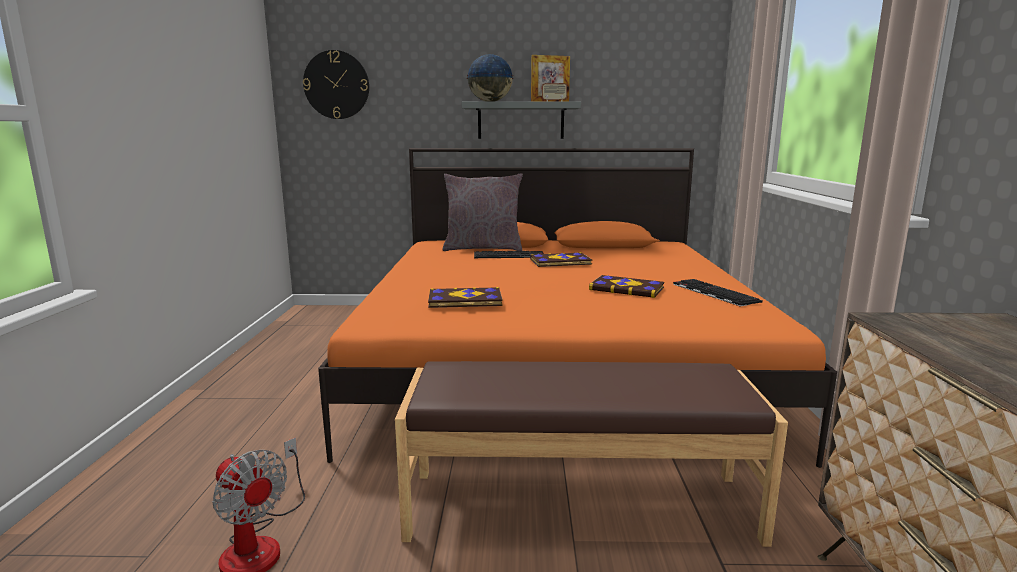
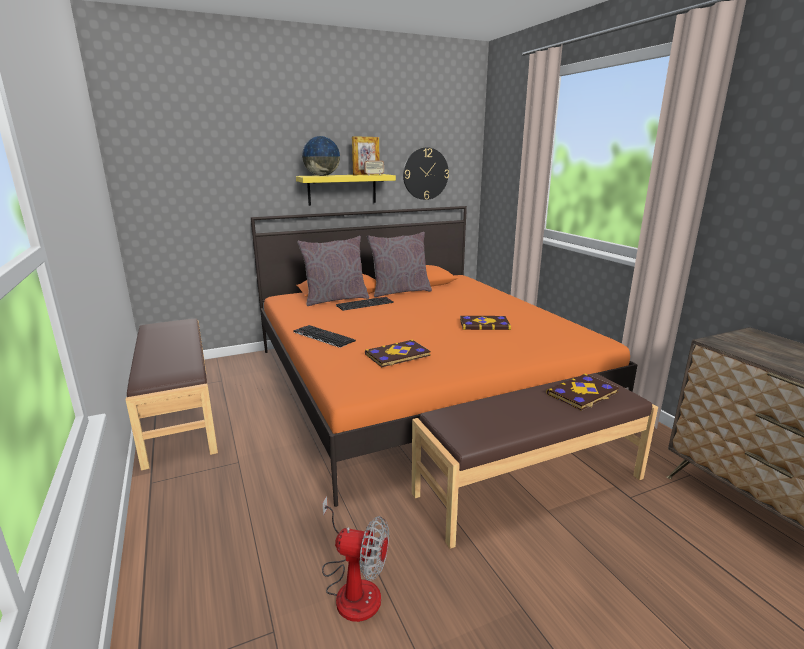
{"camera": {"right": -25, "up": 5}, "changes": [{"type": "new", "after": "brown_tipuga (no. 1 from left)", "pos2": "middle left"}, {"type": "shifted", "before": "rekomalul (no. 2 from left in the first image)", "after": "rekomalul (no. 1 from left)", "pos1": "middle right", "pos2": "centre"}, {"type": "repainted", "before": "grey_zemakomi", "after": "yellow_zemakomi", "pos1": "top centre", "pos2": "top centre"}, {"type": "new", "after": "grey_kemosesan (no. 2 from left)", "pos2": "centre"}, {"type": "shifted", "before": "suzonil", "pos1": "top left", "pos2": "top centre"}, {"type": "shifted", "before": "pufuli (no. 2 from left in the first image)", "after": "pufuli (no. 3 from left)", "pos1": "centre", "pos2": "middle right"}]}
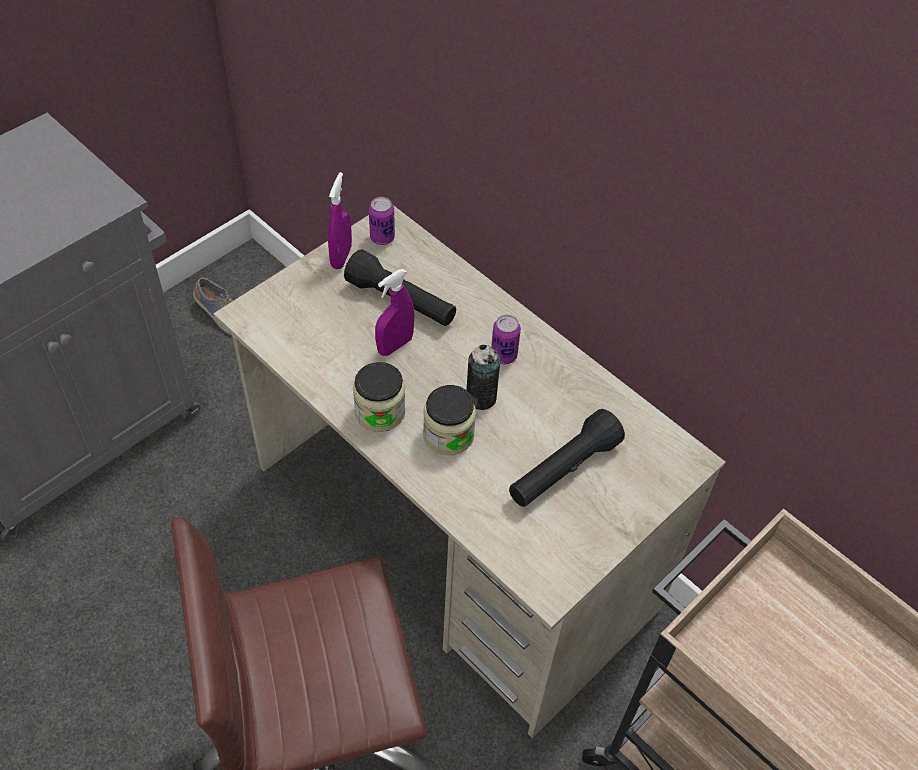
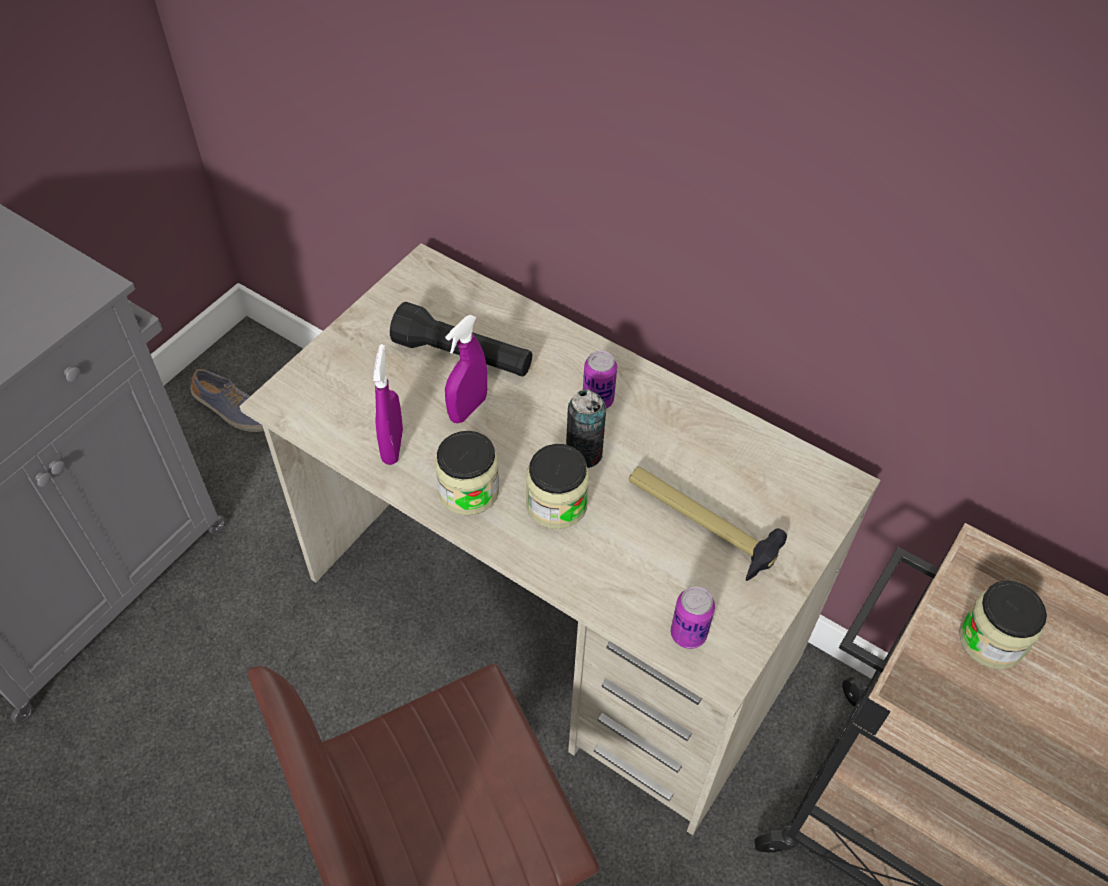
{"camera": {"right": -10, "up": 0}, "changes": [{"type": "shifted", "before": "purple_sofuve (no. 1 from left)", "pos1": "top centre", "pos2": "centre"}, {"type": "swapped", "before": "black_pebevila (no. 2 from left)", "after": "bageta", "pos1": "centre", "pos2": "centre"}, {"type": "shifted", "before": "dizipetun (no. 1 from left in the first image)", "after": "dizipetun (no. 3 from left)", "pos1": "top centre", "pos2": "bottom centre"}, {"type": "new", "after": "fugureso (no. 3 from left)", "pos2": "bottom right"}]}
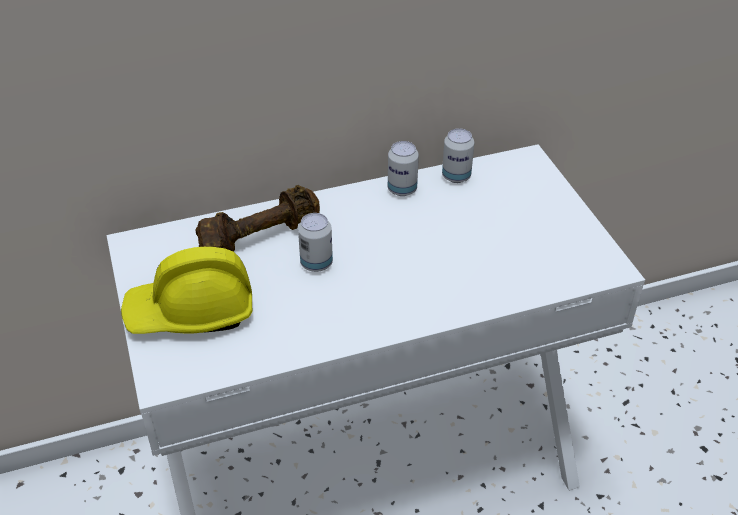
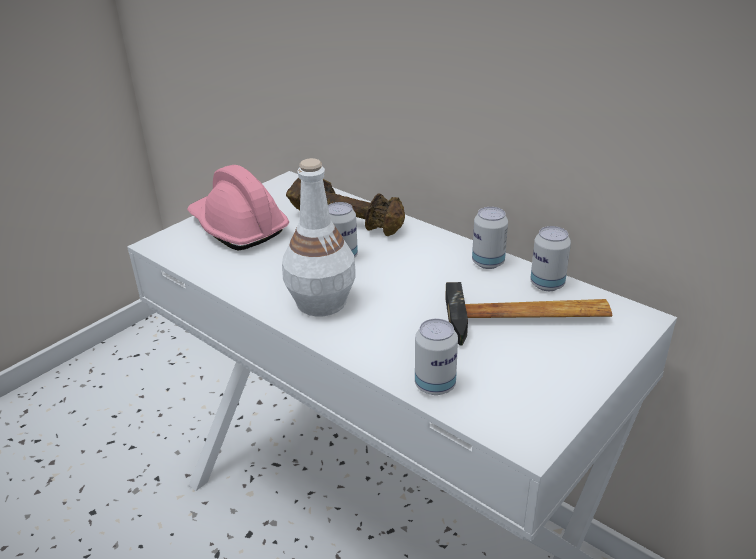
{"camera": {"right": 60, "up": -10}, "changes": [{"type": "repainted", "before": "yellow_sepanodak", "after": "pink_sepanodak", "pos1": "middle left", "pos2": "middle left"}, {"type": "new", "after": "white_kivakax", "pos2": "centre"}, {"type": "new", "after": "dizipetun (no. 2 from left)", "pos2": "centre"}, {"type": "new", "after": "bageta", "pos2": "middle right"}]}
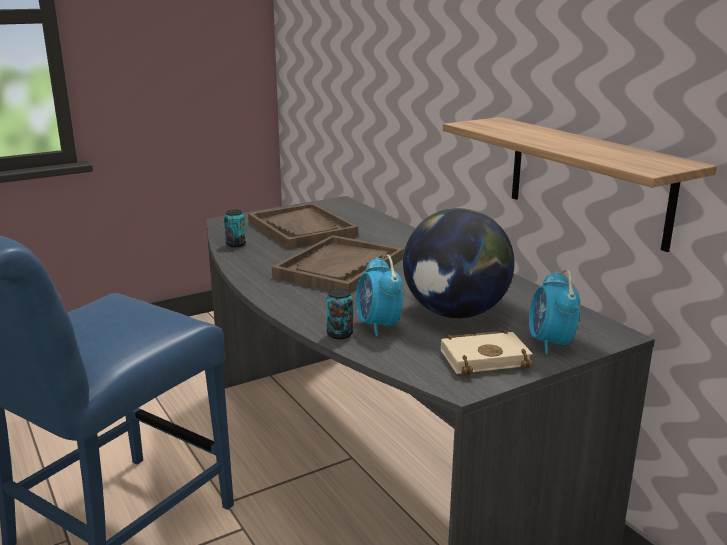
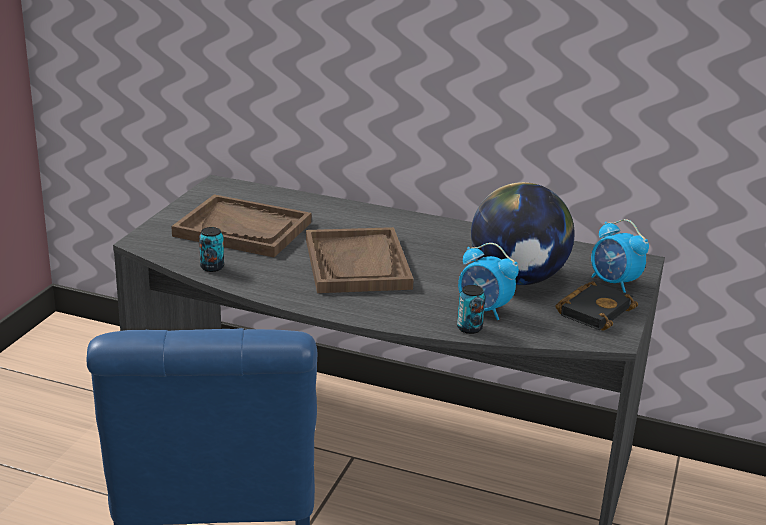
{"camera": {"right": -40, "up": 5}, "changes": [{"type": "repainted", "before": "beige_pufuli", "after": "black_pufuli", "pos1": "middle right", "pos2": "middle right"}, {"type": "gone", "before": "zemakomi", "pos1": "middle right"}]}
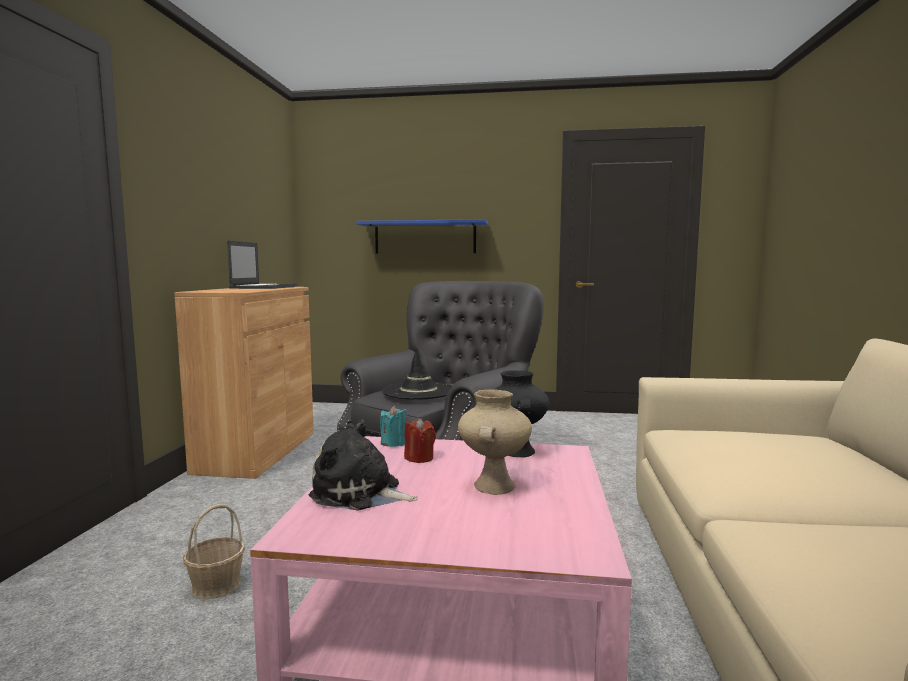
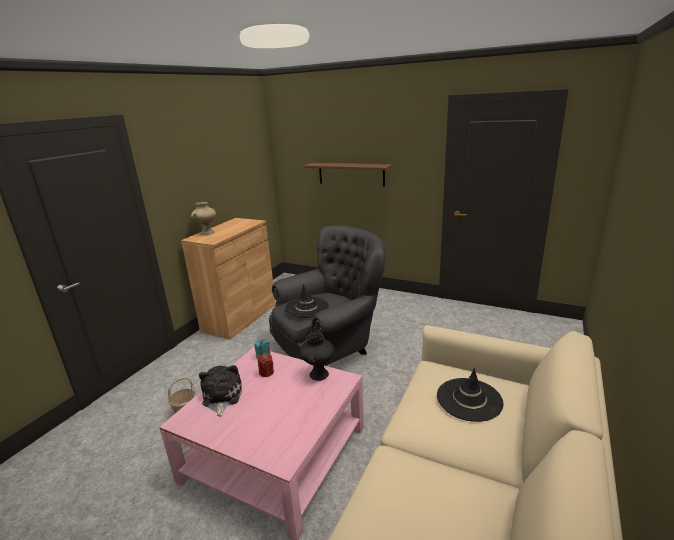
{"camera": {"right": 20, "up": 15}, "changes": [{"type": "shifted", "before": "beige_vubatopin", "pos1": "centre", "pos2": "middle left"}, {"type": "rotated", "before": "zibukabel", "pos1": "bottom centre", "pos2": "bottom left", "turn": 45}, {"type": "repainted", "before": "blue_zemakomi", "after": "brown_zemakomi", "pos1": "centre", "pos2": "top centre"}, {"type": "new", "after": "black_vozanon (no. 2 from left)", "pos2": "bottom right"}, {"type": "gone", "before": "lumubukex", "pos1": "middle left"}]}
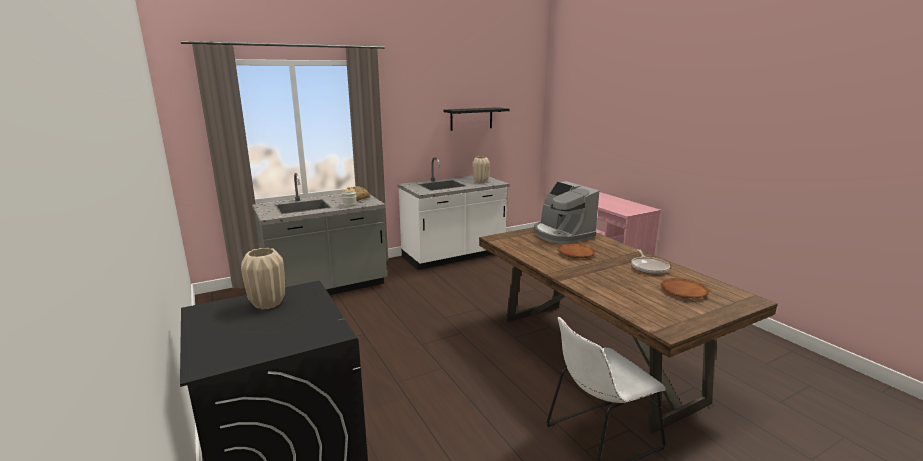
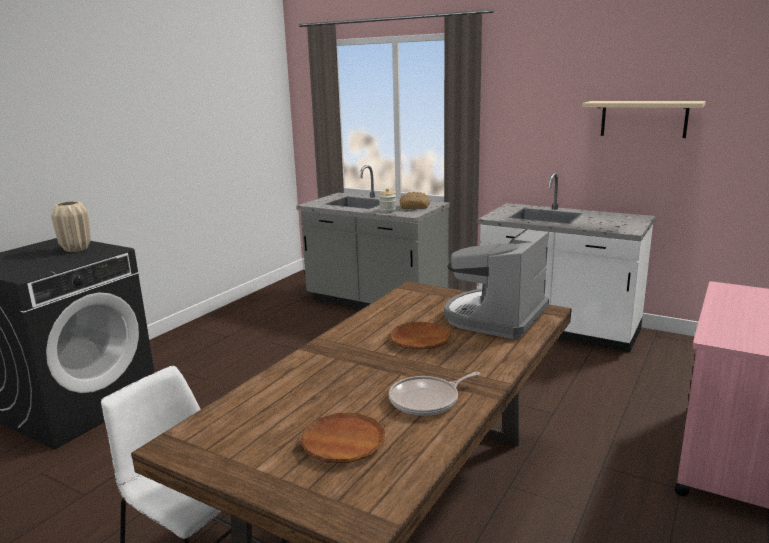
{"camera": {"right": 60, "up": 0}, "changes": [{"type": "repainted", "before": "black_zemakomi", "after": "beige_zemakomi", "pos1": "top centre", "pos2": "top right"}, {"type": "gone", "before": "beige_vubatopin (no. 2 from left)", "pos1": "centre"}]}
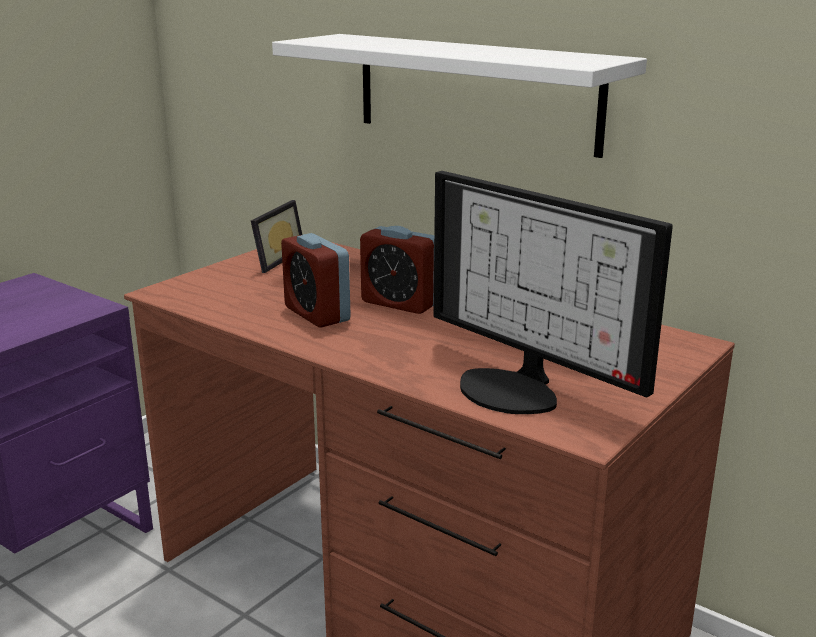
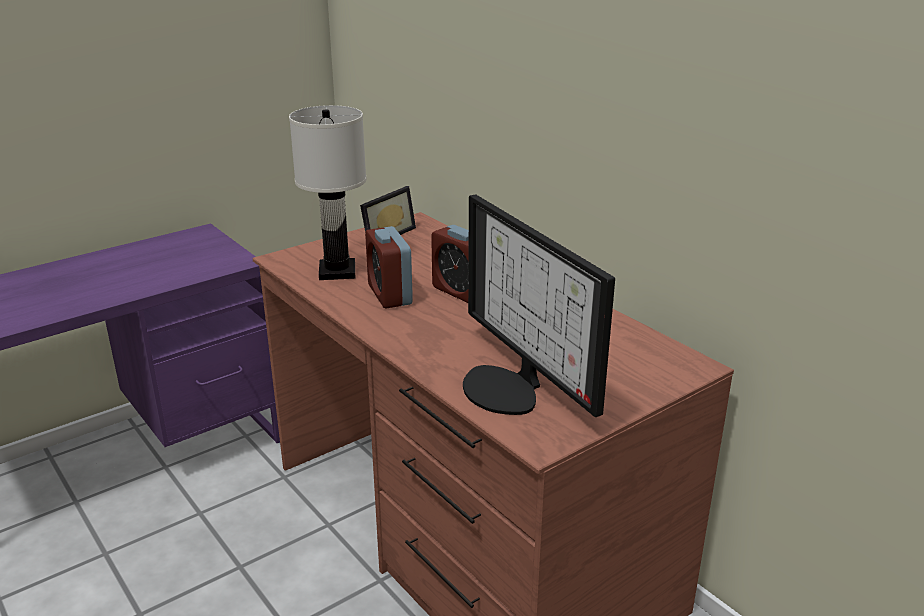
{"camera": {"right": 15, "up": 5}, "changes": [{"type": "new", "after": "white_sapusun", "pos2": "top centre"}, {"type": "gone", "before": "white_zemakomi", "pos1": "top centre"}]}
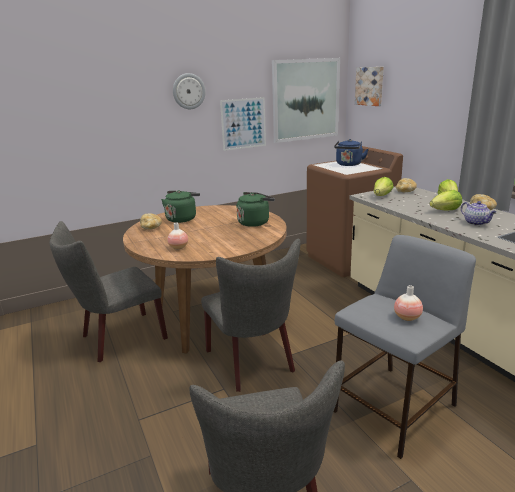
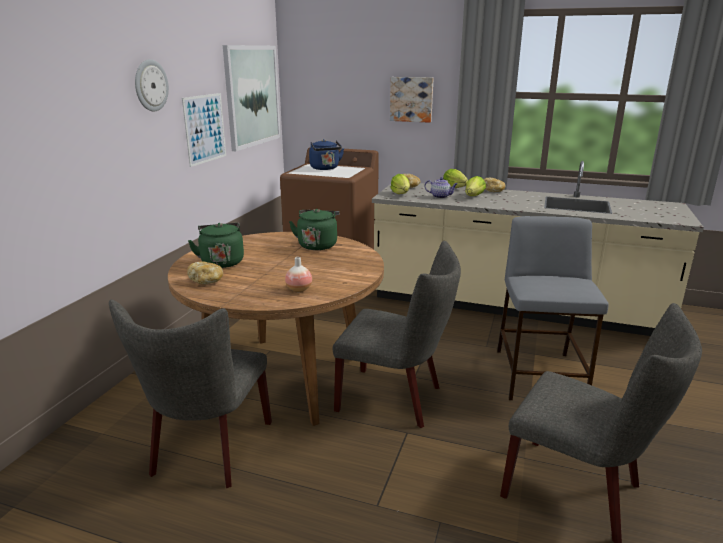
{"camera": {"right": -45, "up": 0}, "changes": [{"type": "shifted", "before": "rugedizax (no. 3 from left)", "pos1": "top right", "pos2": "top centre"}, {"type": "shifted", "before": "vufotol", "pos1": "middle right", "pos2": "centre"}, {"type": "gone", "before": "vubatopin (no. 2 from left)", "pos1": "middle right"}]}
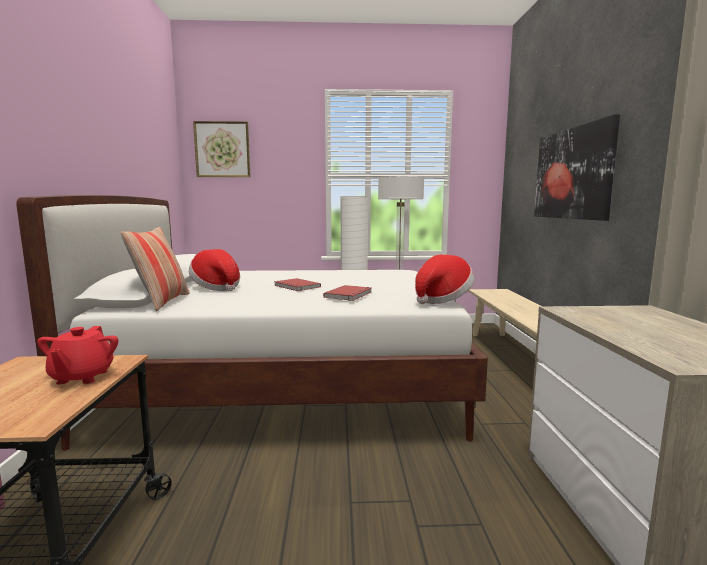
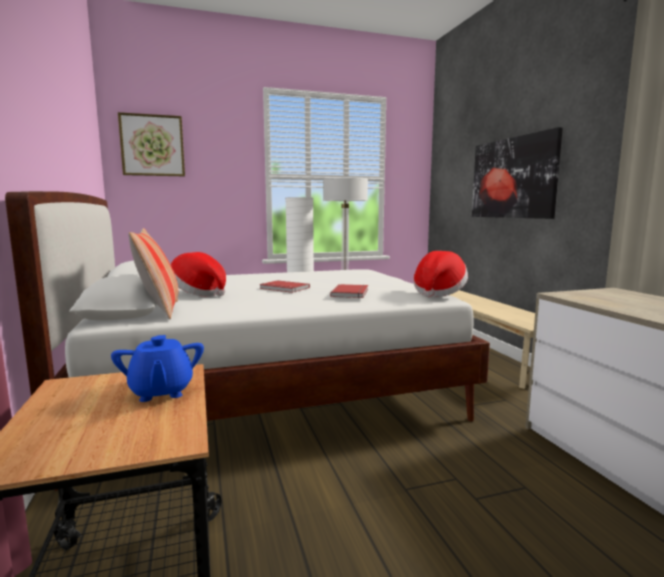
{"camera": {"right": -15, "up": 0}, "changes": [{"type": "repainted", "before": "red_vufotol", "after": "blue_vufotol", "pos1": "middle left", "pos2": "middle left"}]}
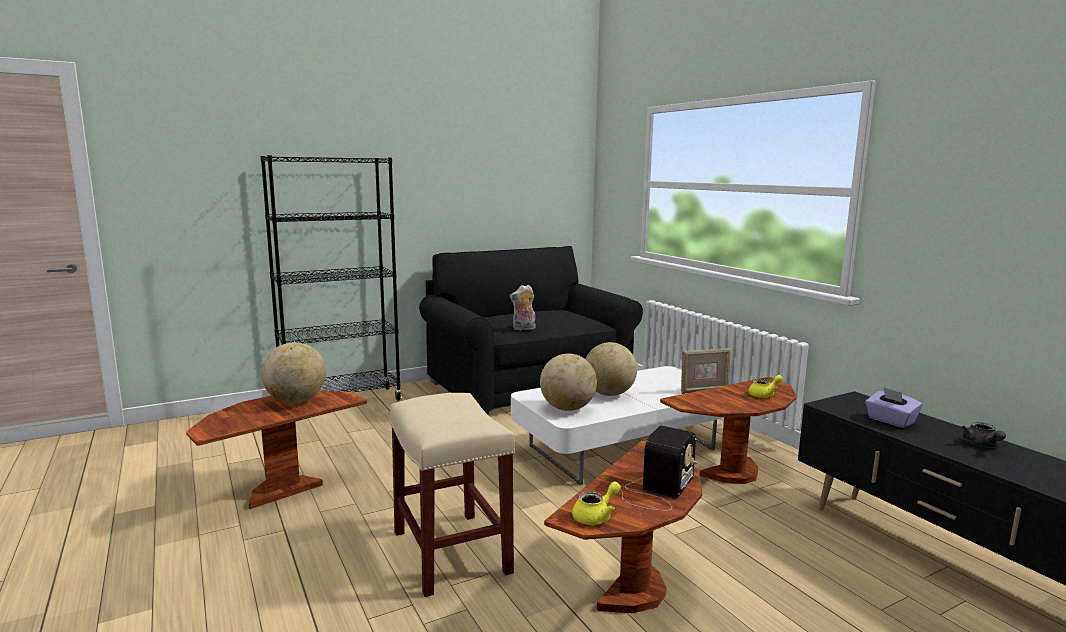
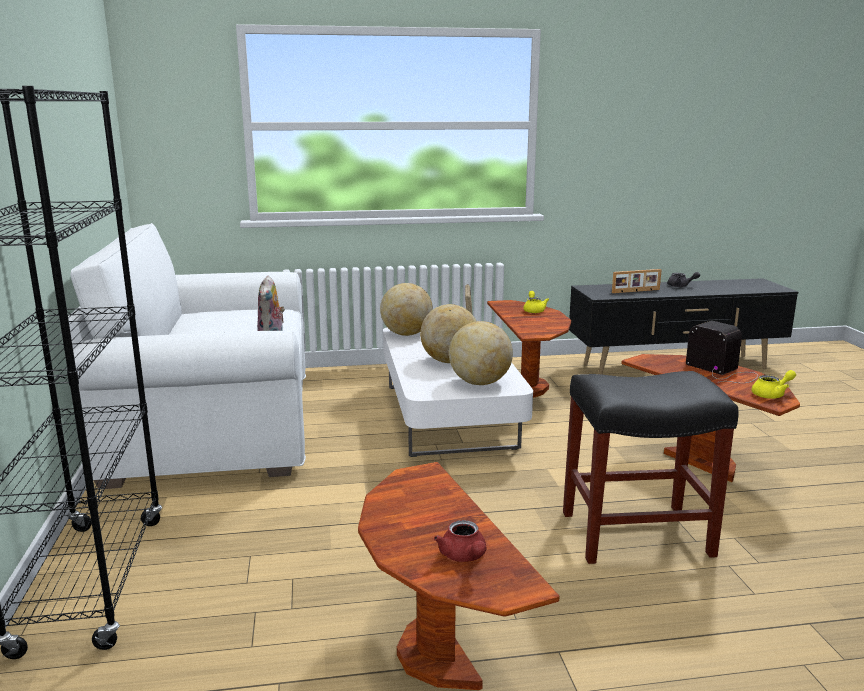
{"camera": {"right": -70, "up": 5}, "changes": [{"type": "repainted", "before": "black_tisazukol", "after": "white_tisazukol", "pos1": "centre", "pos2": "middle left"}, {"type": "shifted", "before": "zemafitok (no. 1 from left)", "pos1": "middle left", "pos2": "centre"}, {"type": "new", "after": "red_vufotol", "pos2": "bottom centre"}, {"type": "repainted", "before": "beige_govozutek", "after": "black_govozutek", "pos1": "bottom centre", "pos2": "bottom right"}, {"type": "swapped", "before": "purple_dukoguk", "after": "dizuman (no. 2 from left)", "pos1": "middle right", "pos2": "middle right"}, {"type": "rotated", "before": "yellow_vufotol (no. 1 from left in the first image)", "pos1": "bottom centre", "pos2": "middle right", "turn": 90}]}
